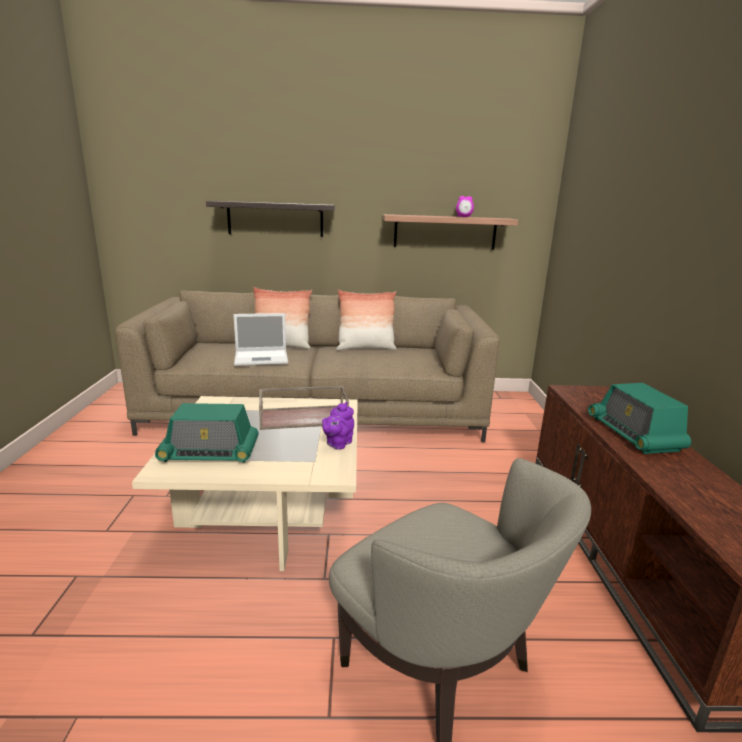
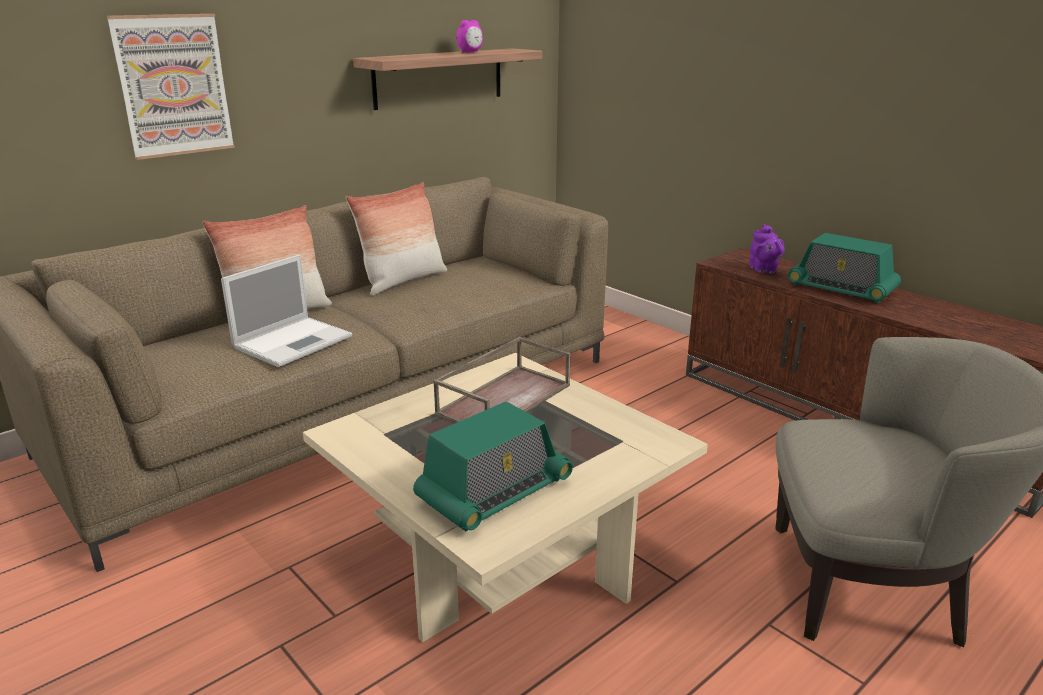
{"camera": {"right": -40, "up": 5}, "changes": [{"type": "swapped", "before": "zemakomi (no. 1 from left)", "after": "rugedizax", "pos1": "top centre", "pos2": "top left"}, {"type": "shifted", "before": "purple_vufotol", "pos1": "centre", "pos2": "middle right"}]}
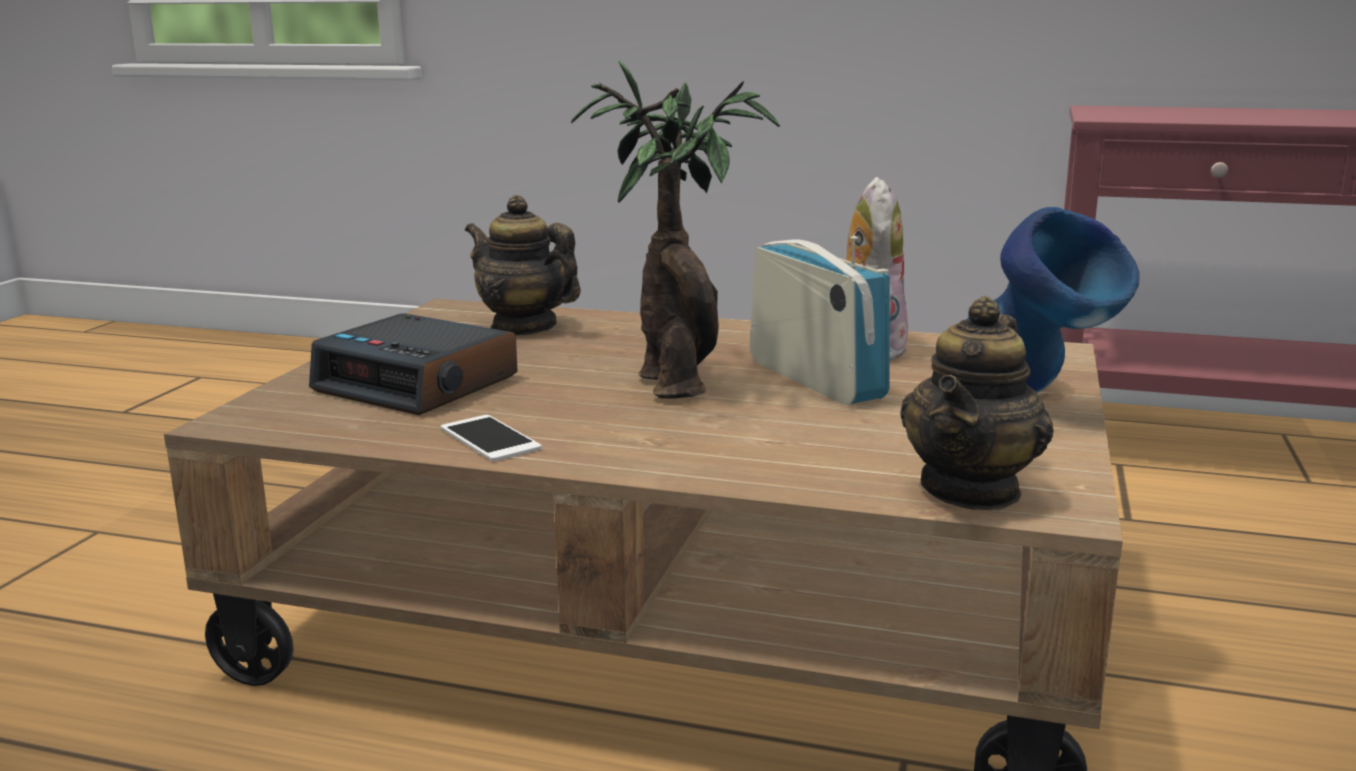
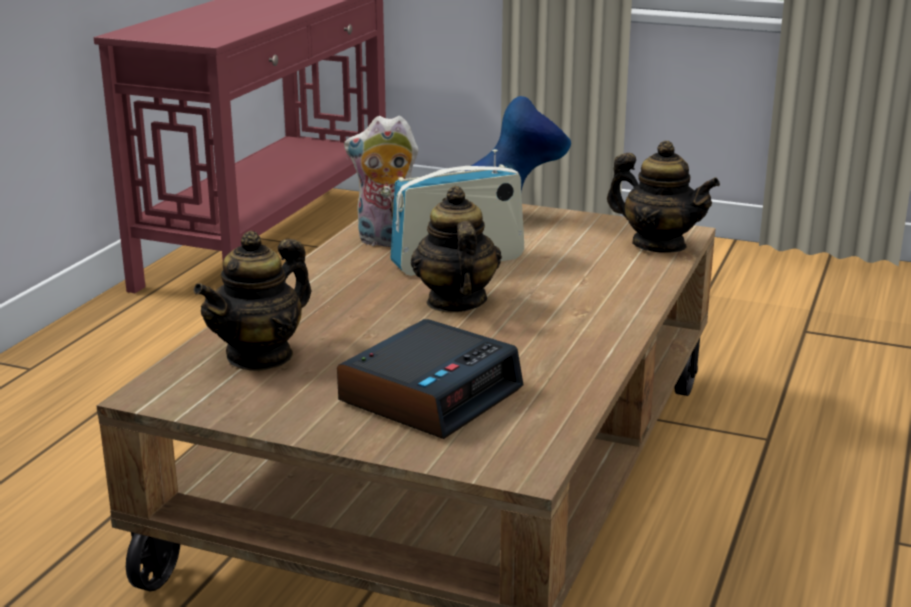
{"camera": {"right": -85, "up": 5}, "changes": [{"type": "swapped", "before": "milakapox", "after": "vufotol (no. 2 from left)", "pos1": "top centre", "pos2": "centre"}, {"type": "gone", "before": "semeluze", "pos1": "centre"}]}
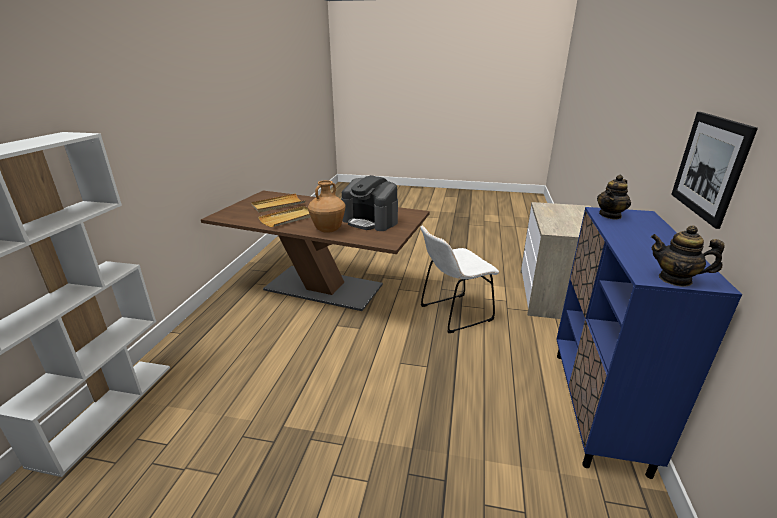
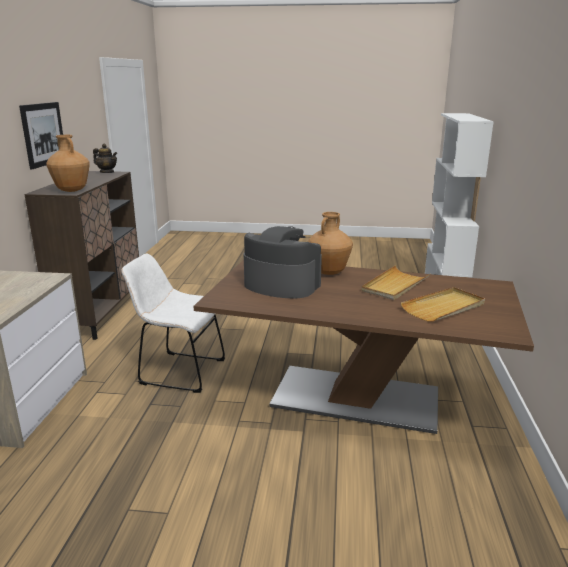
{"camera": {"right": 175, "up": -5}, "changes": [{"type": "repainted", "before": "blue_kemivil", "after": "brown_kemivil", "pos1": "middle right", "pos2": "middle left"}, {"type": "swapped", "before": "vufotol (no. 1 from left)", "after": "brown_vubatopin (no. 1 from left)", "pos1": "middle right", "pos2": "top left"}, {"type": "rotated", "before": "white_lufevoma", "pos1": "centre", "pos2": "middle left", "turn": -135}]}
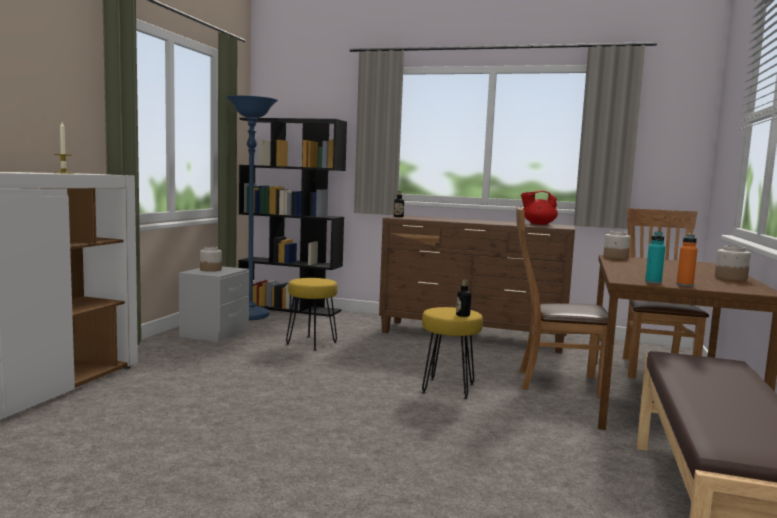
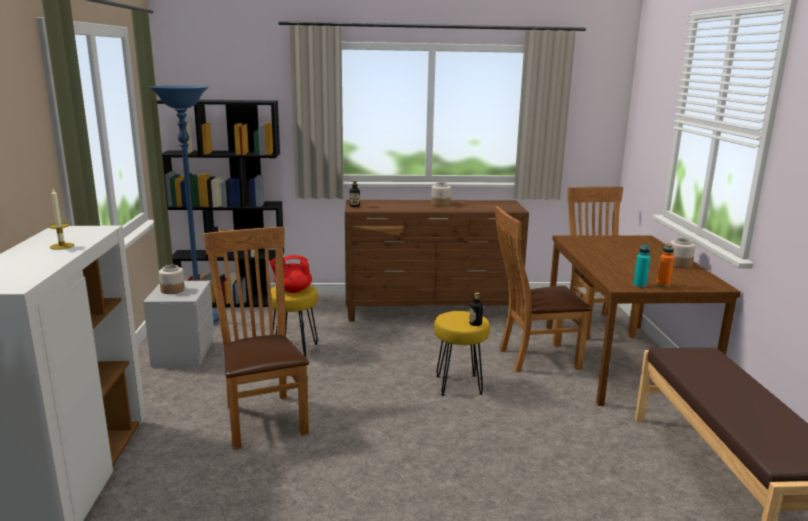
{"camera": {"right": -20, "up": 10}, "changes": [{"type": "new", "after": "brown_lufevoma (no. 1 from left)", "pos2": "middle left"}, {"type": "shifted", "before": "red_vufotol", "pos1": "middle right", "pos2": "centre"}, {"type": "shifted", "before": "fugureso (no. 2 from left)", "pos1": "middle right", "pos2": "centre"}]}
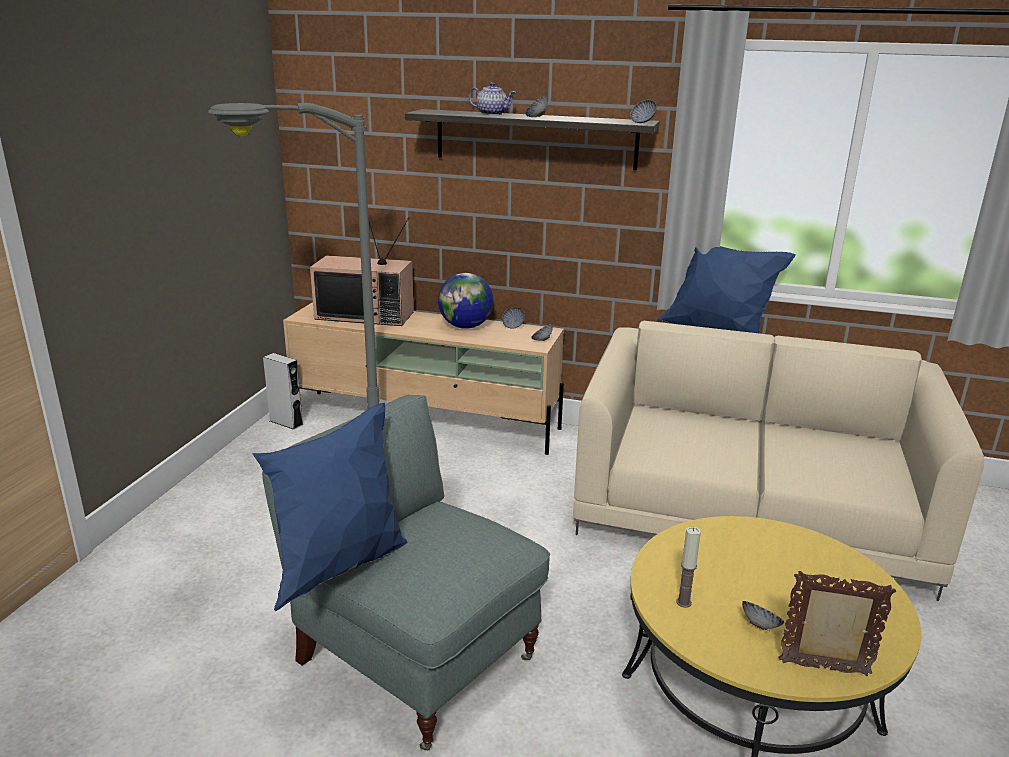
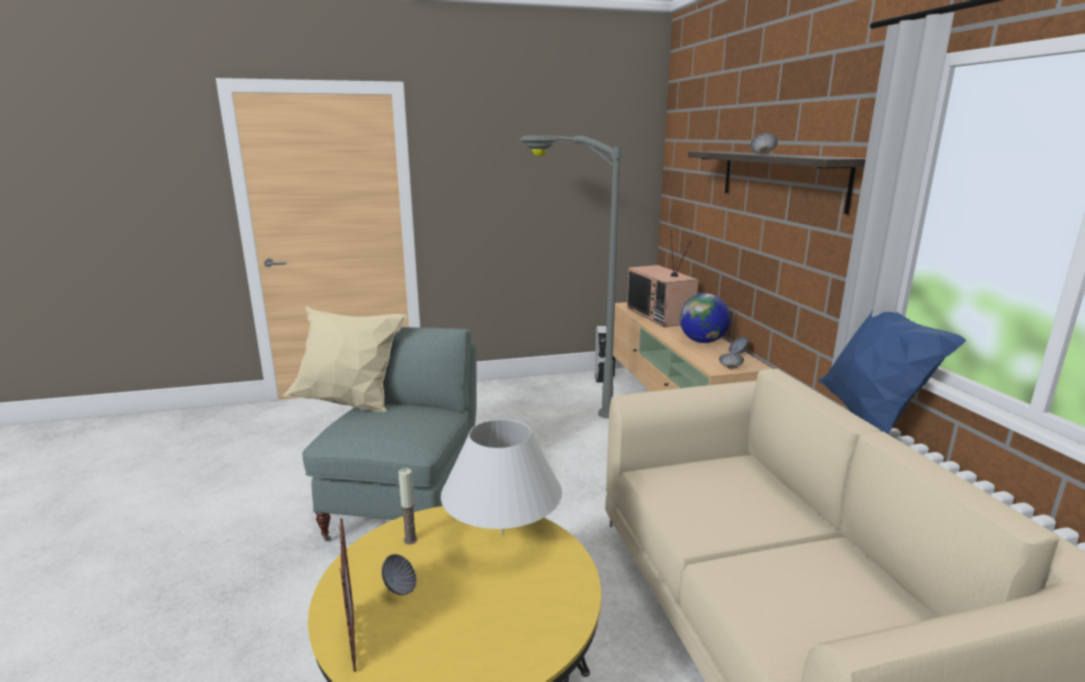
{"camera": {"right": 60, "up": -5}, "changes": [{"type": "repainted", "before": "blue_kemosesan (no. 1 from left)", "after": "beige_kemosesan", "pos1": "bottom left", "pos2": "middle left"}, {"type": "new", "after": "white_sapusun", "pos2": "bottom centre"}, {"type": "gone", "before": "vufotol", "pos1": "top centre"}, {"type": "gone", "before": "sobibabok (no. 4 from left)", "pos1": "top centre"}]}
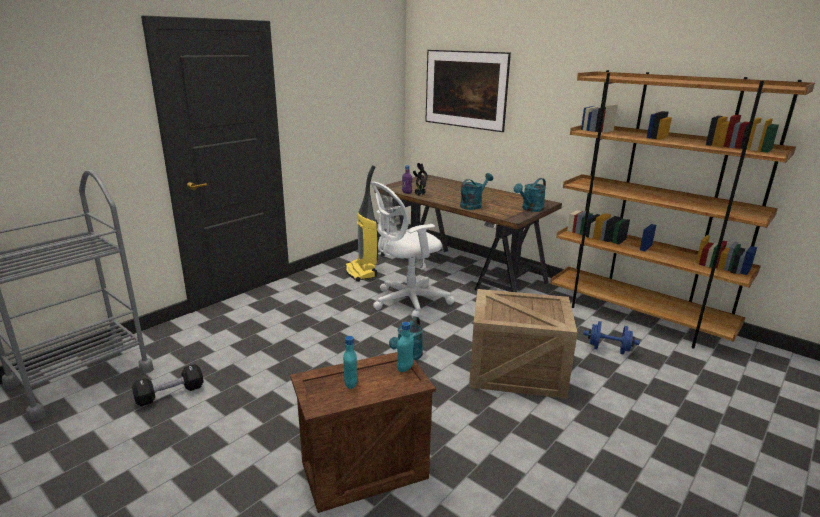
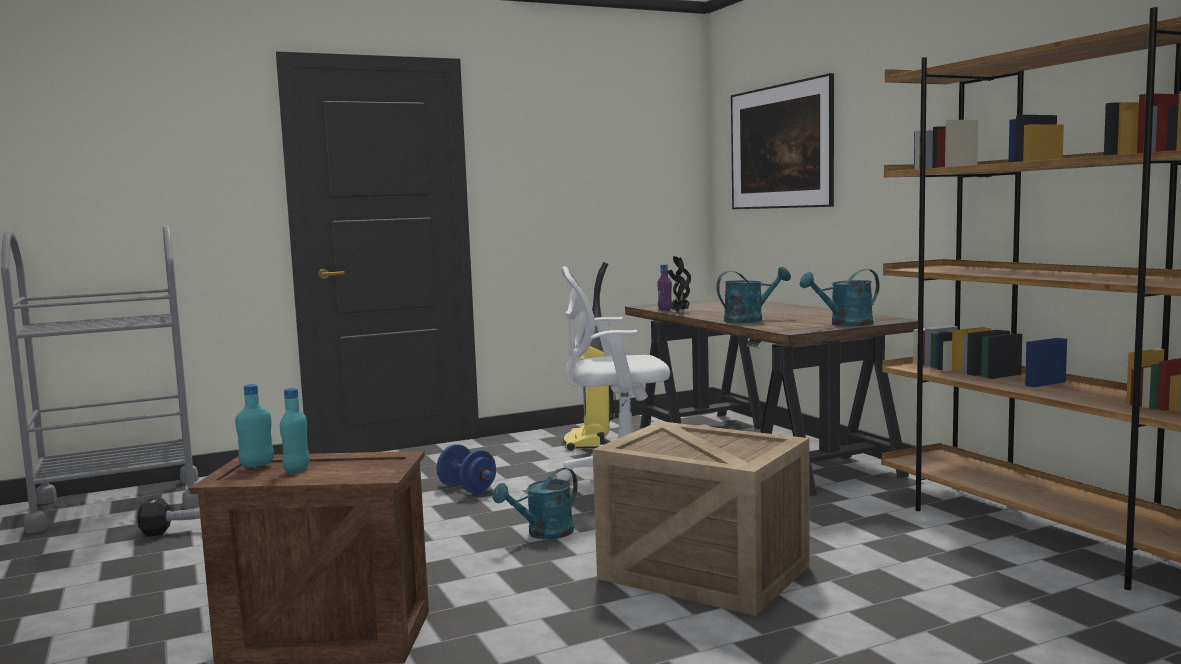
{"camera": {"right": 25, "up": -15}, "changes": [{"type": "shifted", "before": "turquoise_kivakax (no. 2 from left in the first image)", "after": "turquoise_kivakax (no. 1 from left)", "pos1": "bottom centre", "pos2": "middle left"}, {"type": "shifted", "before": "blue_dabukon", "pos1": "middle right", "pos2": "bottom centre"}]}
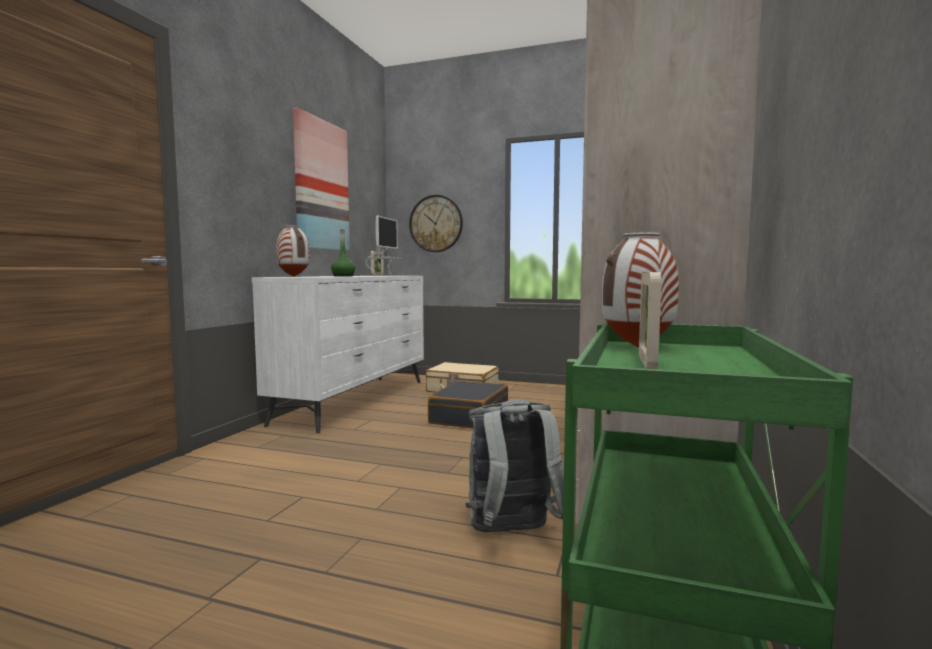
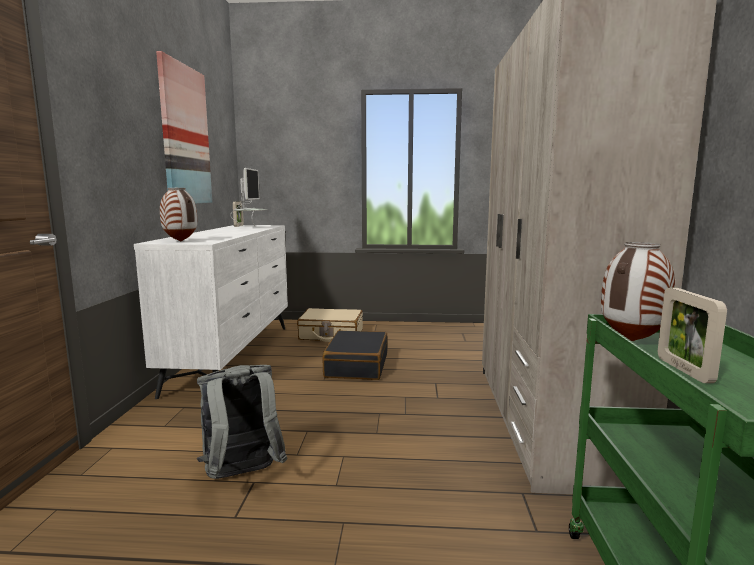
{"camera": {"right": -15, "up": 5}, "changes": [{"type": "shifted", "before": "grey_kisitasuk", "pos1": "bottom centre", "pos2": "bottom left"}, {"type": "gone", "before": "green_kivakax", "pos1": "centre"}, {"type": "gone", "before": "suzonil", "pos1": "centre"}]}
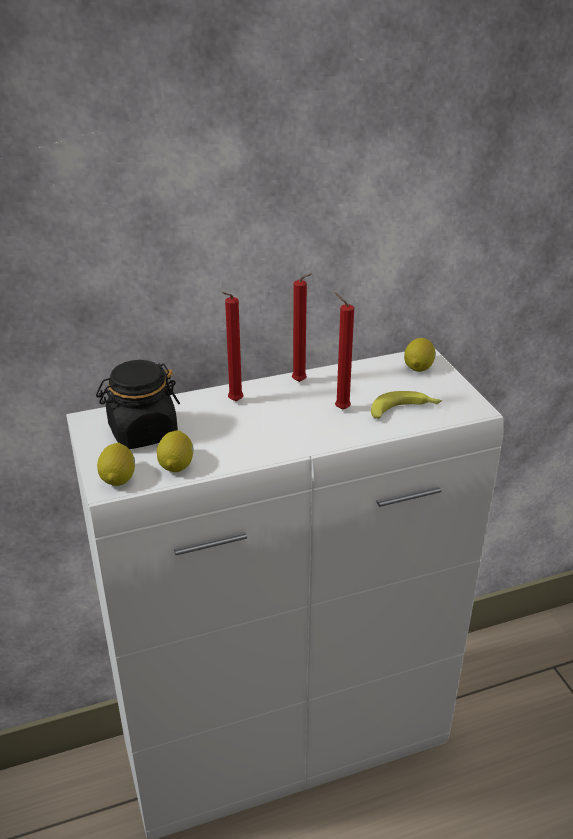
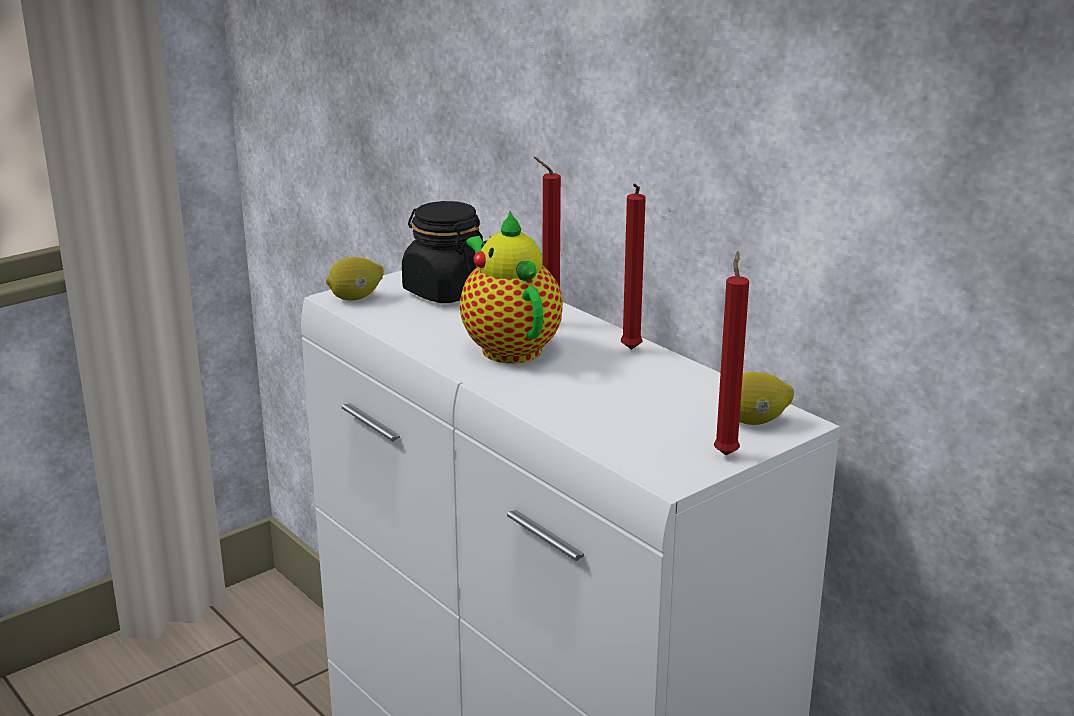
{"camera": {"right": 70, "up": -10}, "changes": [{"type": "new", "after": "vufotol", "pos2": "centre"}, {"type": "shifted", "before": "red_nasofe (no. 3 from left)", "pos1": "centre", "pos2": "middle right"}, {"type": "gone", "before": "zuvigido (no. 2 from left)", "pos1": "middle left"}, {"type": "gone", "before": "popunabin", "pos1": "middle right"}]}
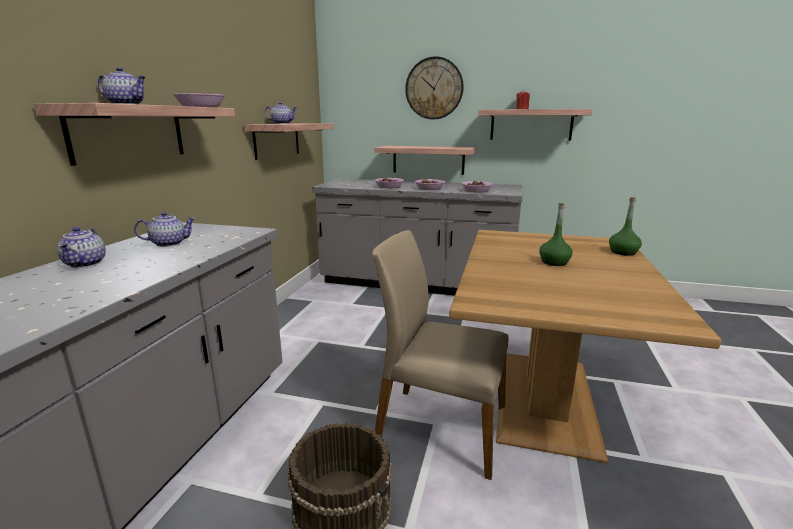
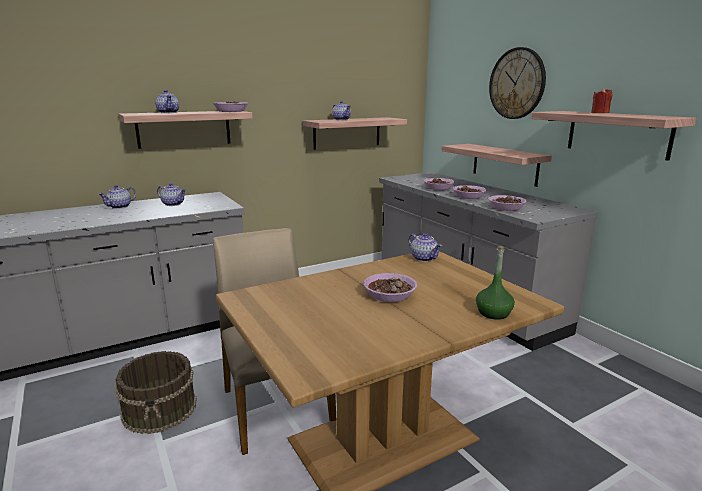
{"camera": {"right": 45, "up": 0}, "changes": [{"type": "swapped", "before": "green_kivakax (no. 1 from left)", "after": "sobibabok (no. 2 from left)", "pos1": "middle right", "pos2": "centre"}, {"type": "new", "after": "vufotol (no. 5 from left)", "pos2": "centre"}]}
